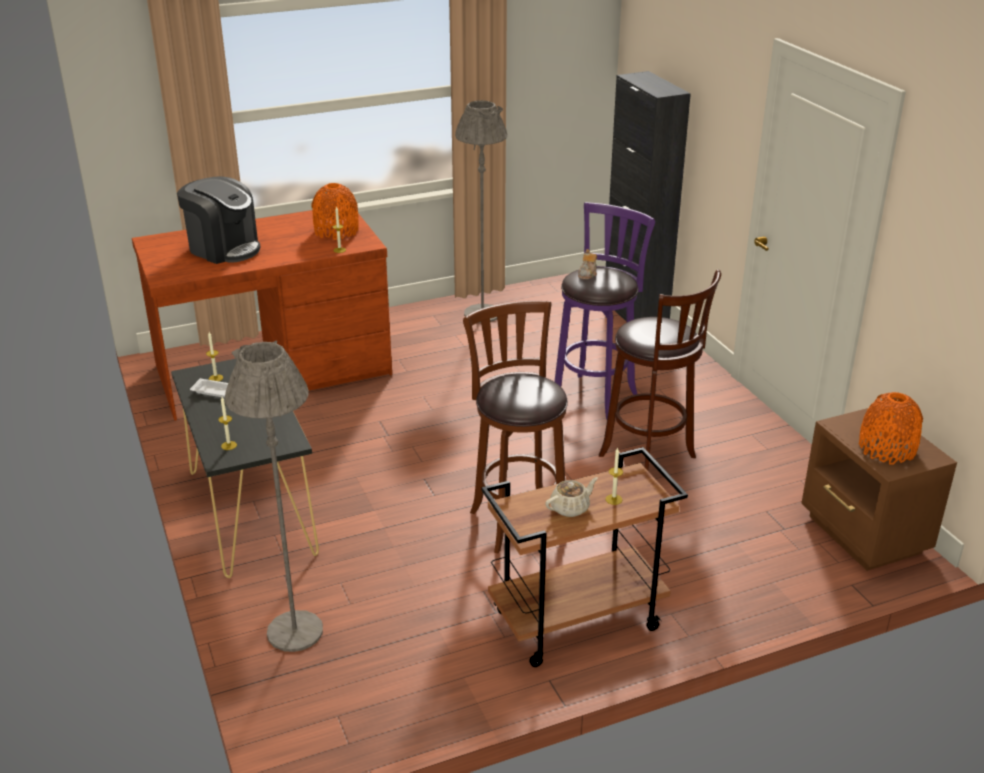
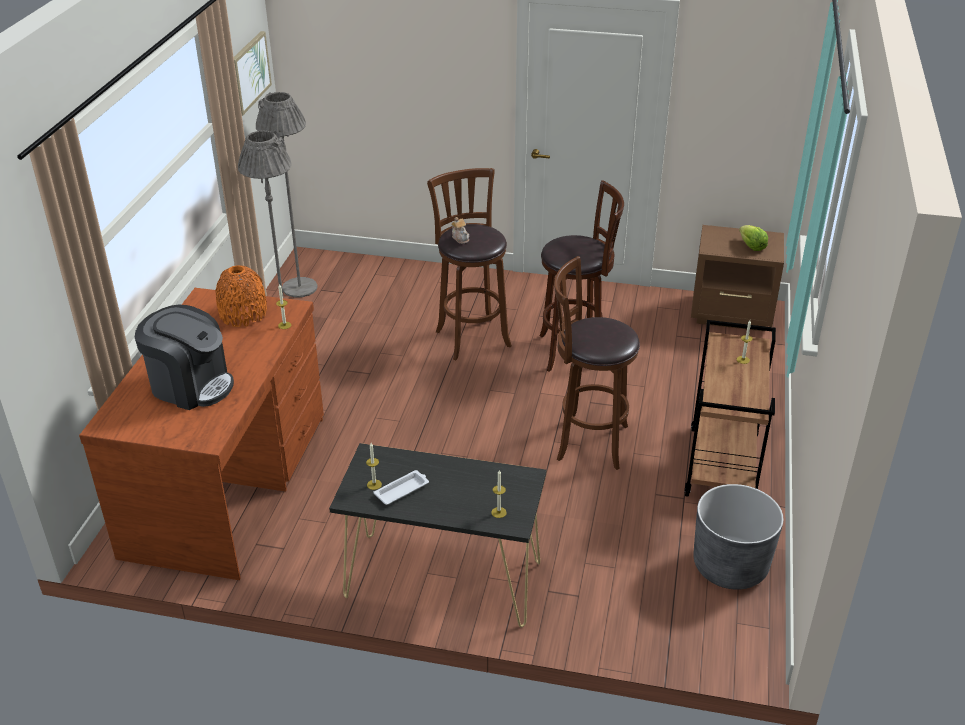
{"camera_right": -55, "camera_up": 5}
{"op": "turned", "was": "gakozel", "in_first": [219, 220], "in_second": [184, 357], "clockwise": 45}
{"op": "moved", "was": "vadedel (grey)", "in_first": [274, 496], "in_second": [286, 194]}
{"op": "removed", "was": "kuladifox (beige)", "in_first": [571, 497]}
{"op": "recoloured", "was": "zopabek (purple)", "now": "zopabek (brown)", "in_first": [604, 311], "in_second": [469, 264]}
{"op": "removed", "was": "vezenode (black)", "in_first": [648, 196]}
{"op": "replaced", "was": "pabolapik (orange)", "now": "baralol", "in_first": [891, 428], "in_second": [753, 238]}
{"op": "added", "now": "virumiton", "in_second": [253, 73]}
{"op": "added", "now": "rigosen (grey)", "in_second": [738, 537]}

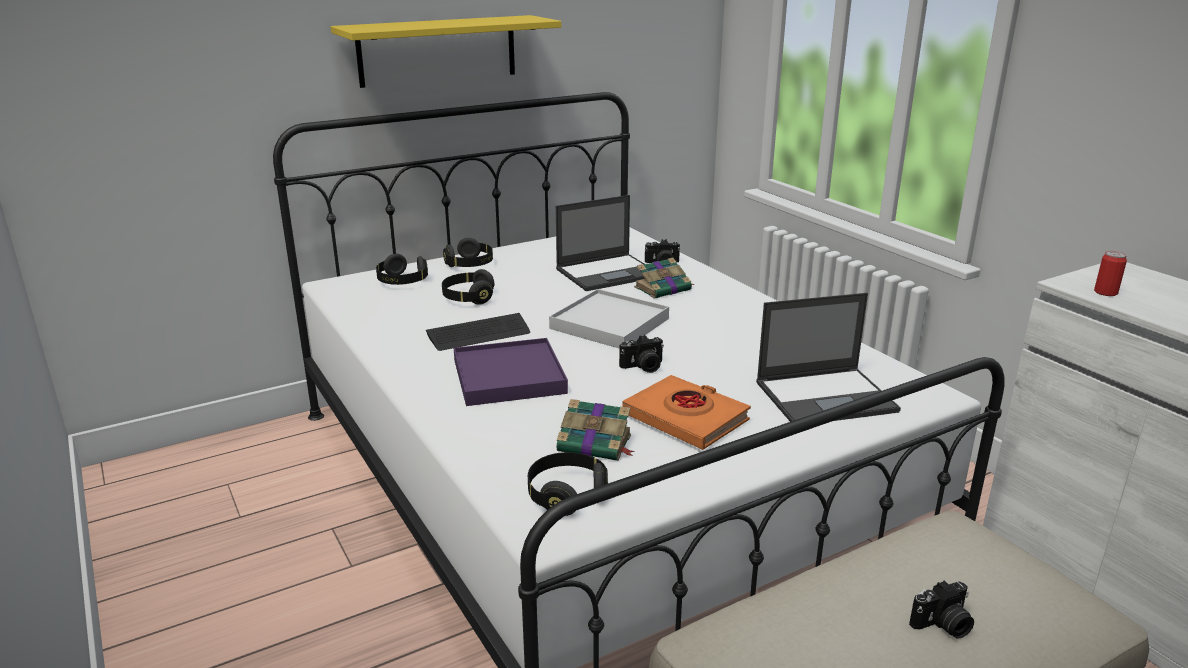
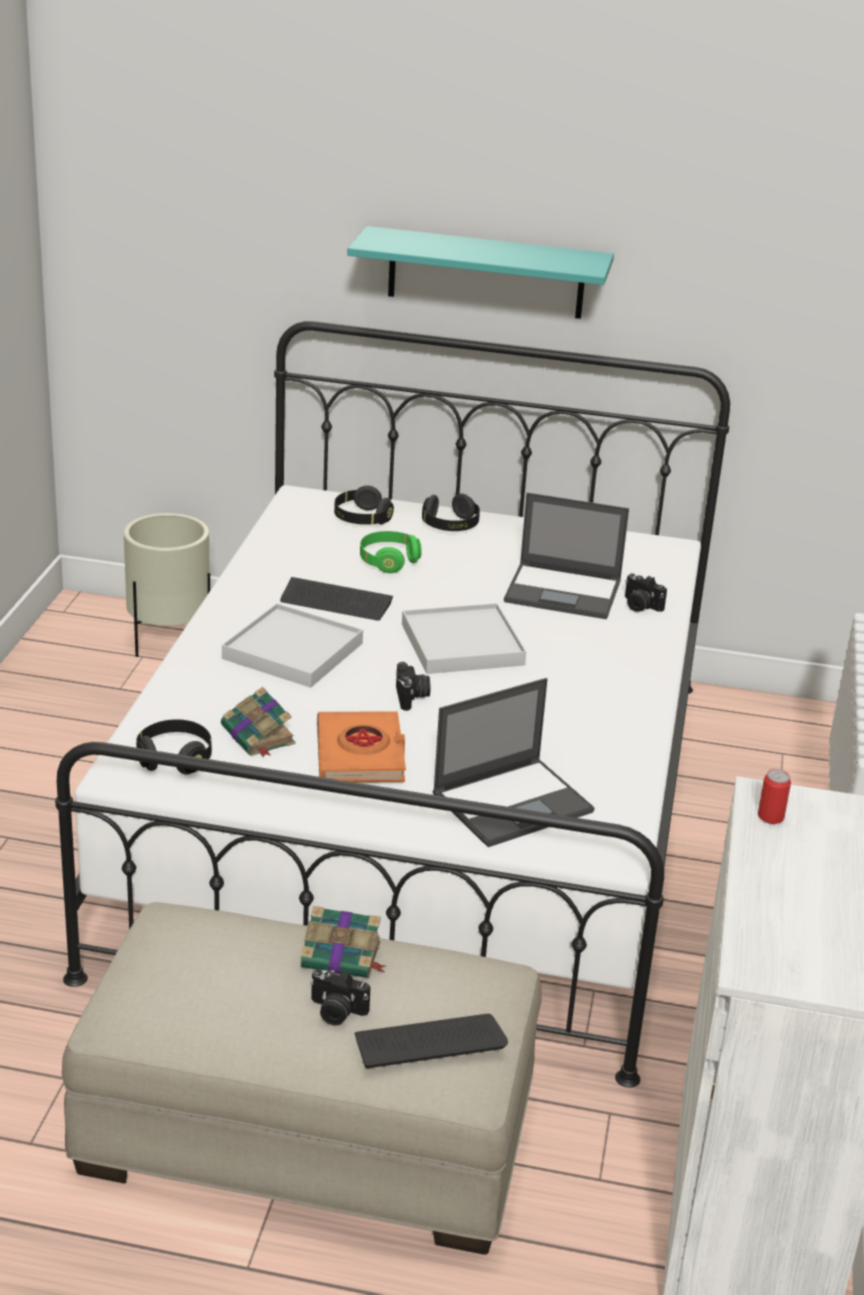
{"camera_right": 40, "camera_up": 5}
{"op": "recoloured", "was": "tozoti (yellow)", "now": "tozoti (turquoise)", "in_first": [446, 51], "in_second": [480, 272]}
{"op": "recoloured", "was": "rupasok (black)", "now": "rupasok (green)", "in_first": [468, 287], "in_second": [391, 552]}
{"op": "recoloured", "was": "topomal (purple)", "now": "topomal (white)", "in_first": [511, 372], "in_second": [292, 645]}
{"op": "turned", "was": "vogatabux", "in_first": [641, 354], "in_second": [413, 686], "clockwise": -120}
{"op": "moved", "was": "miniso", "in_first": [664, 278], "in_second": [343, 942]}
{"op": "turned", "was": "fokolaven", "in_first": [828, 357], "in_second": [514, 762], "clockwise": -60}
{"op": "added", "now": "rigosen (beige)", "in_second": [167, 585]}
{"op": "added", "now": "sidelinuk", "in_second": [431, 1041]}

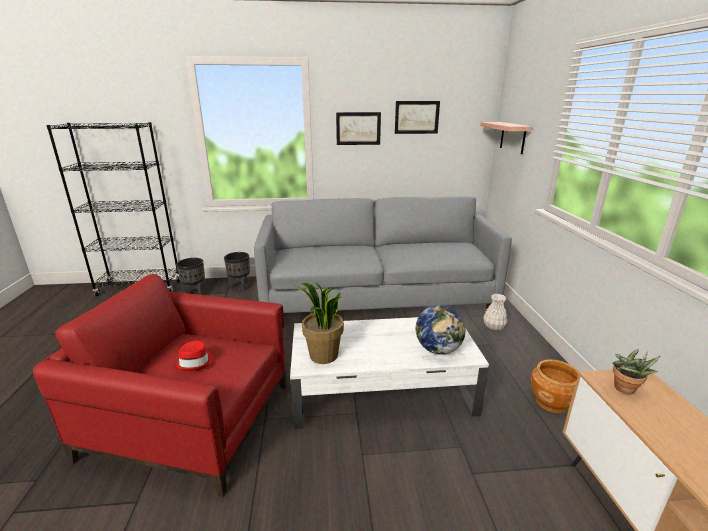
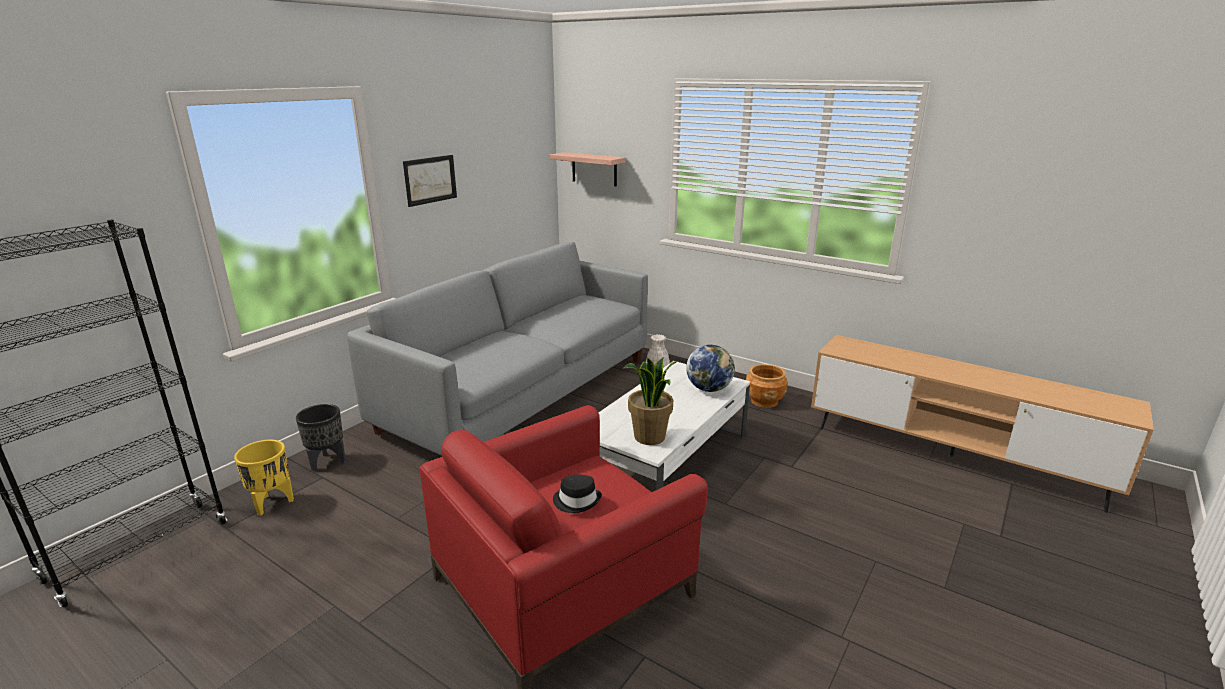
{"camera_right": -50, "camera_up": 0}
{"op": "recoloured", "was": "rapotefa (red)", "now": "rapotefa (black)", "in_first": [194, 356], "in_second": [577, 494]}
{"op": "recoloured", "was": "rigosen (black)", "now": "rigosen (yellow)", "in_first": [190, 276], "in_second": [264, 478]}
{"op": "removed", "was": "virumiton", "in_first": [417, 117]}
{"op": "removed", "was": "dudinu", "in_first": [636, 371]}

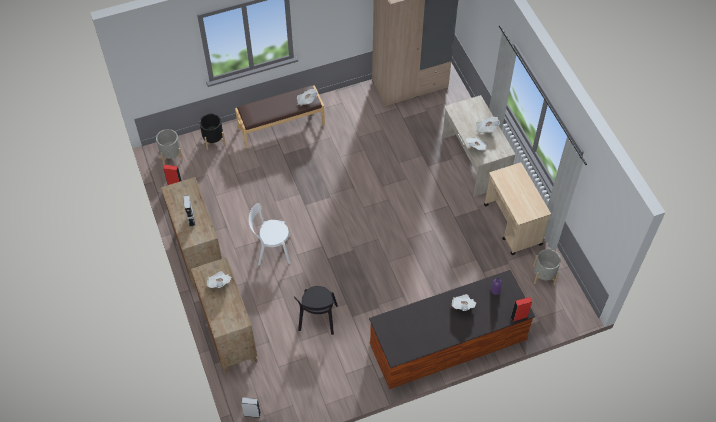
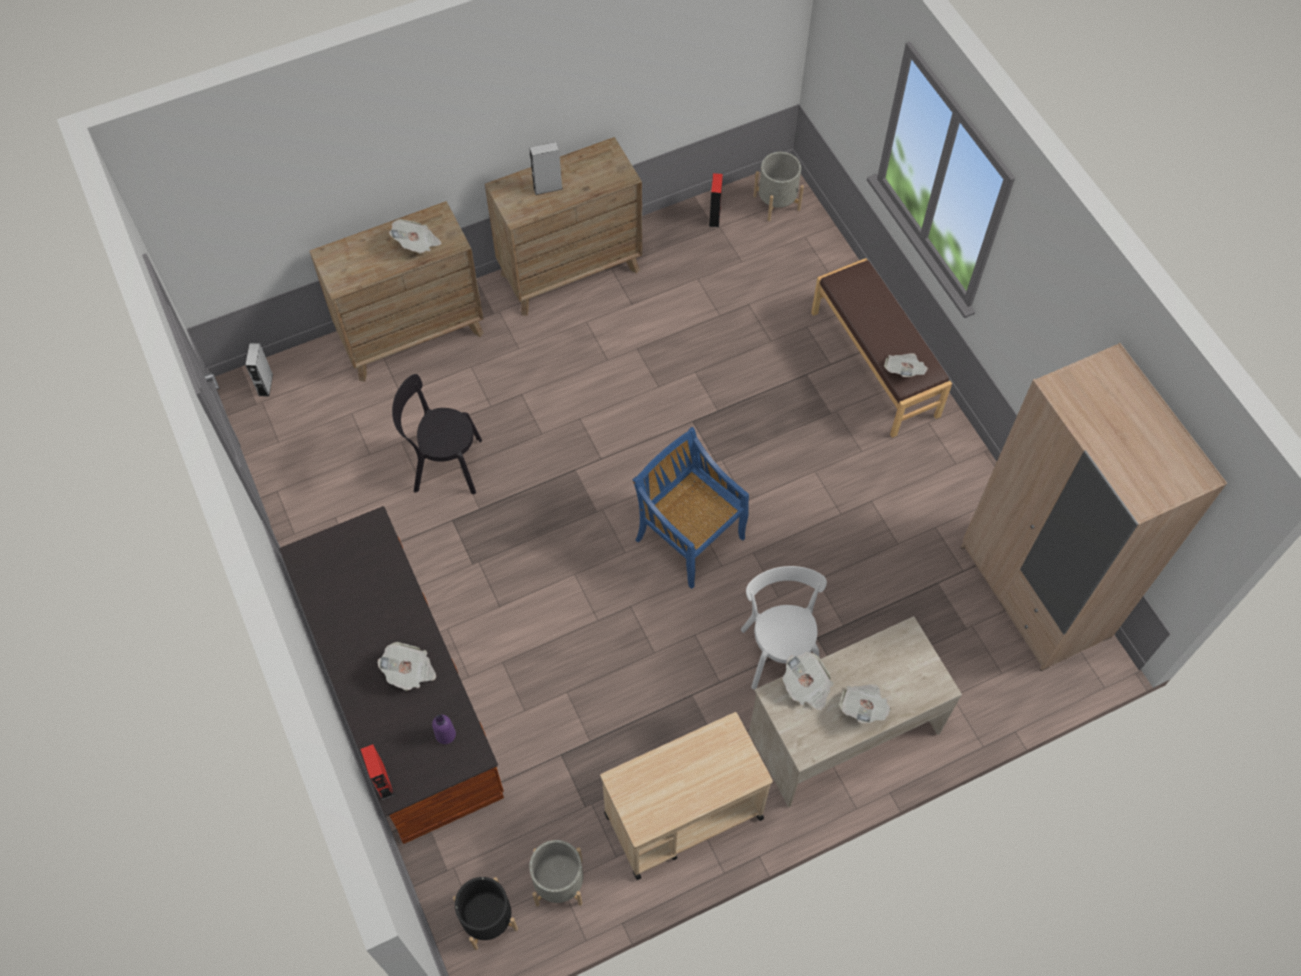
{"camera_right": 85, "camera_up": 5}
{"op": "moved", "was": "rigosen (black)", "in_first": [212, 132], "in_second": [485, 913]}
{"op": "moved", "was": "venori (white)", "in_first": [270, 234], "in_second": [784, 627]}
{"op": "added", "now": "venori (blue)", "in_second": [691, 508]}

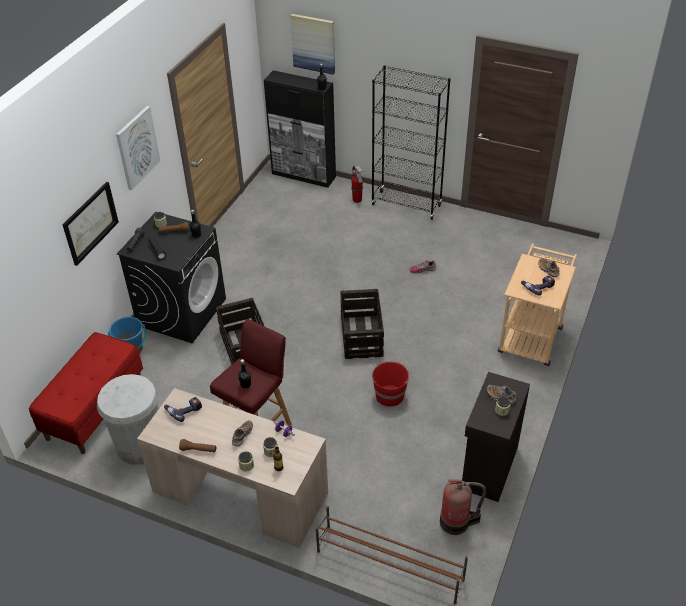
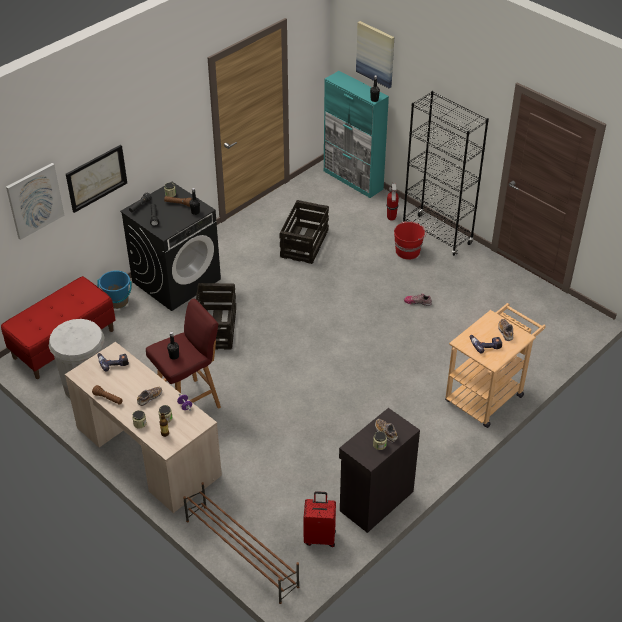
{"camera_right": 20, "camera_up": 0}
{"op": "moved", "was": "virumiton", "in_first": [138, 148], "in_second": [35, 201]}
{"op": "recoloured", "was": "vezenode (black)", "now": "vezenode (turquoise)", "in_first": [300, 129], "in_second": [356, 134]}
{"op": "moved", "was": "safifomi", "in_first": [362, 324], "in_second": [304, 232]}
{"op": "moved", "was": "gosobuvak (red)", "in_first": [391, 384], "in_second": [410, 240]}
{"op": "replaced", "was": "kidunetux", "now": "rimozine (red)", "in_first": [463, 507], "in_second": [319, 519]}

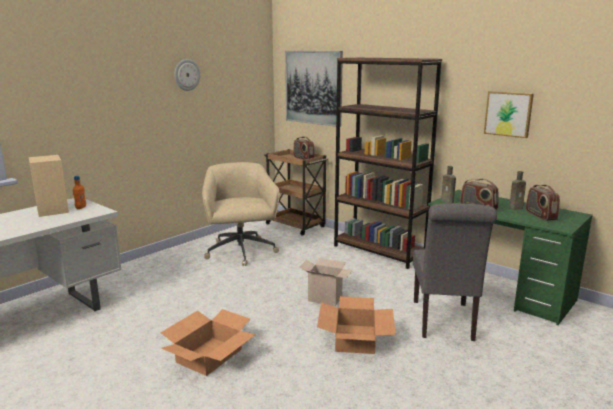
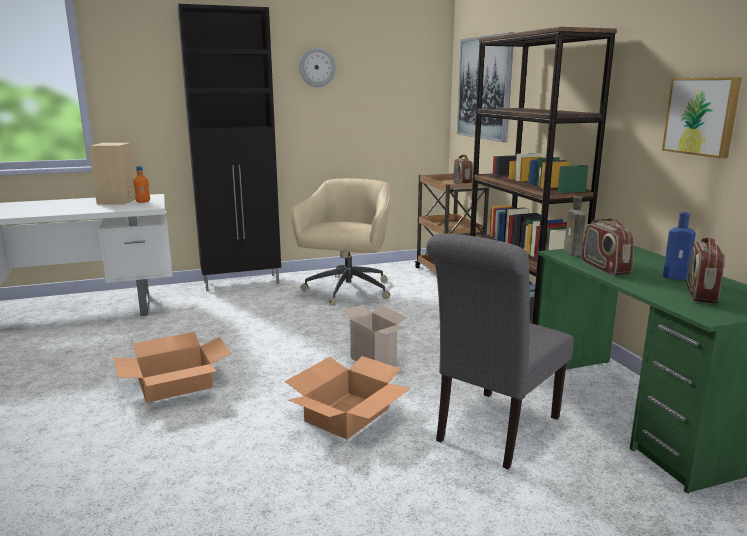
{"camera_right": 30, "camera_up": 0}
{"op": "recoloured", "was": "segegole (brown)", "now": "segegole (blue)", "in_first": [517, 190], "in_second": [679, 246]}
{"op": "added", "now": "vezenode (black)", "in_second": [229, 147]}

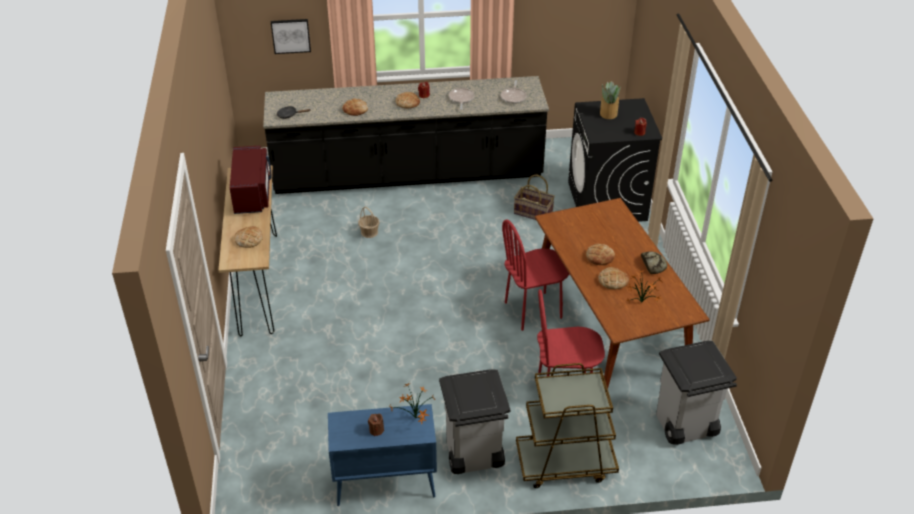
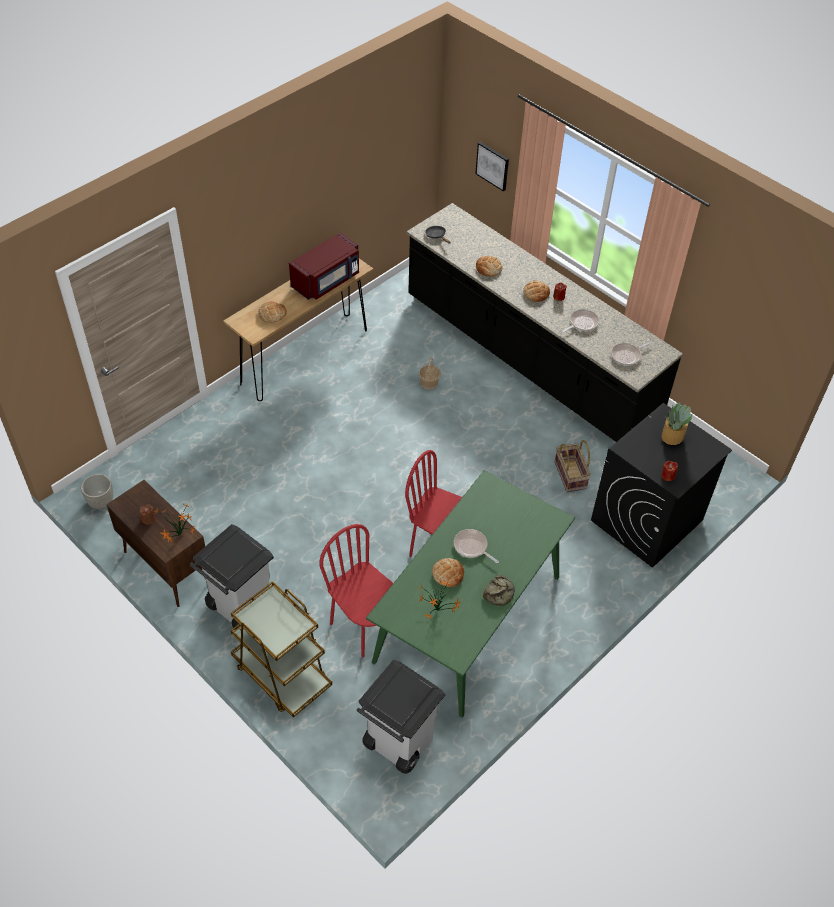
{"camera_right": 50, "camera_up": 10}
{"op": "recoloured", "was": "vezenode (blue)", "now": "vezenode (brown)", "in_first": [382, 455], "in_second": [156, 543]}
{"op": "recoloured", "was": "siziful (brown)", "now": "siziful (green)", "in_first": [622, 293], "in_second": [470, 594]}
{"op": "replaced", "was": "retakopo", "now": "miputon", "in_first": [600, 254], "in_second": [476, 546]}
{"op": "added", "now": "rigosen (grey)", "in_second": [97, 491]}

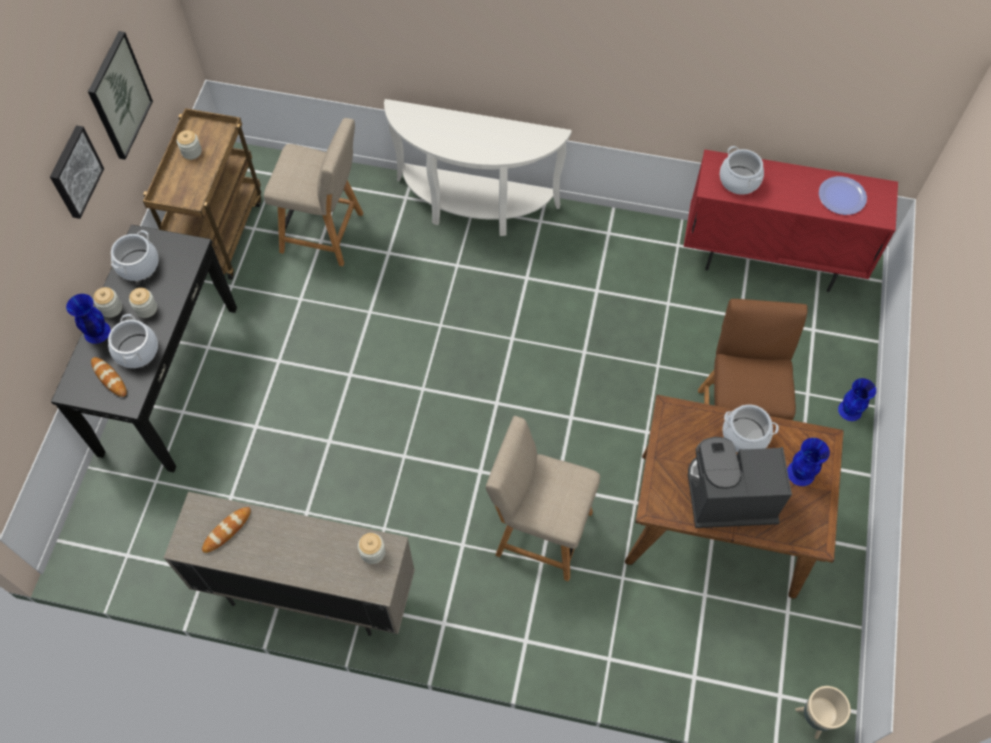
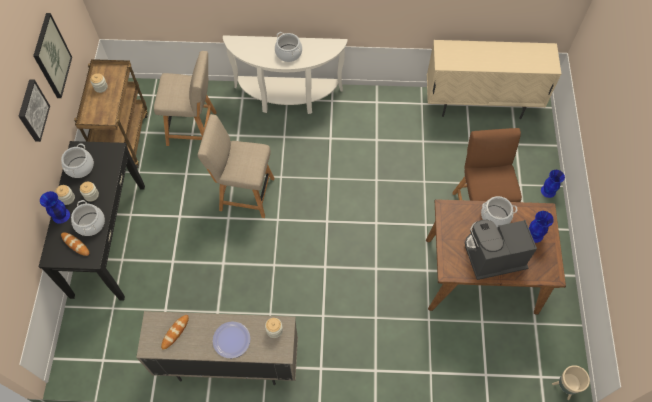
{"camera_right": -10, "camera_up": 0}
{"op": "moved", "was": "venori (beige)", "in_first": [543, 498], "in_second": [236, 166]}
{"op": "recoloured", "was": "vezenode (red)", "now": "vezenode (beige)", "in_first": [791, 220], "in_second": [494, 79]}
{"op": "moved", "was": "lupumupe", "in_first": [742, 170], "in_second": [288, 47]}
{"op": "moved", "was": "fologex", "in_first": [843, 195], "in_second": [231, 340]}

